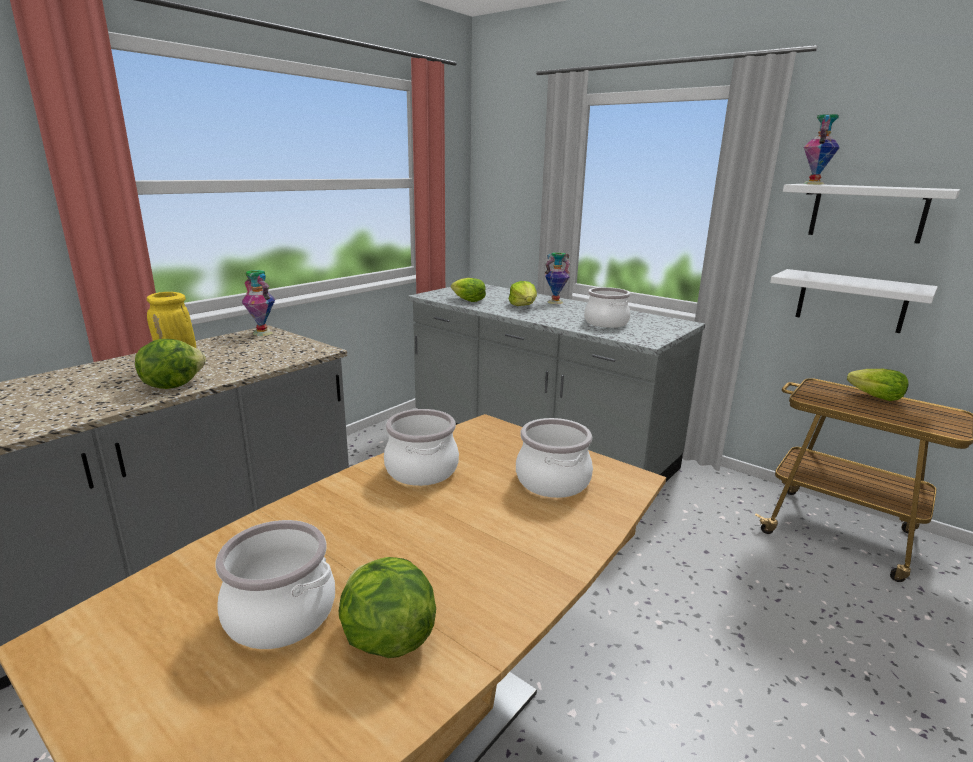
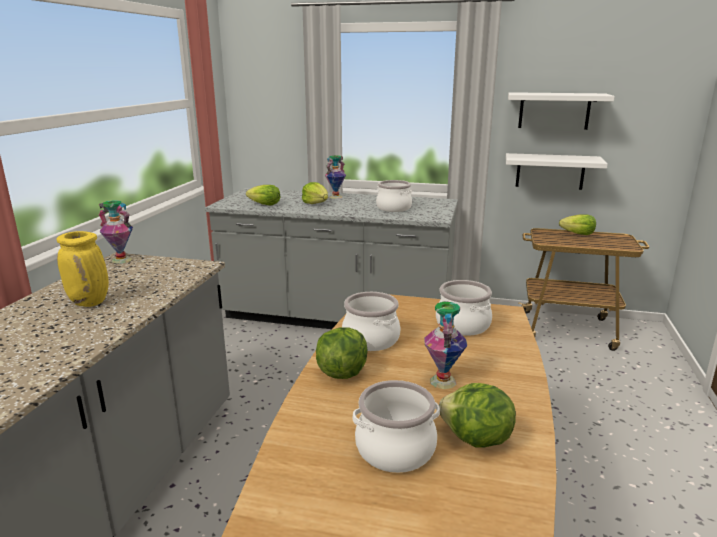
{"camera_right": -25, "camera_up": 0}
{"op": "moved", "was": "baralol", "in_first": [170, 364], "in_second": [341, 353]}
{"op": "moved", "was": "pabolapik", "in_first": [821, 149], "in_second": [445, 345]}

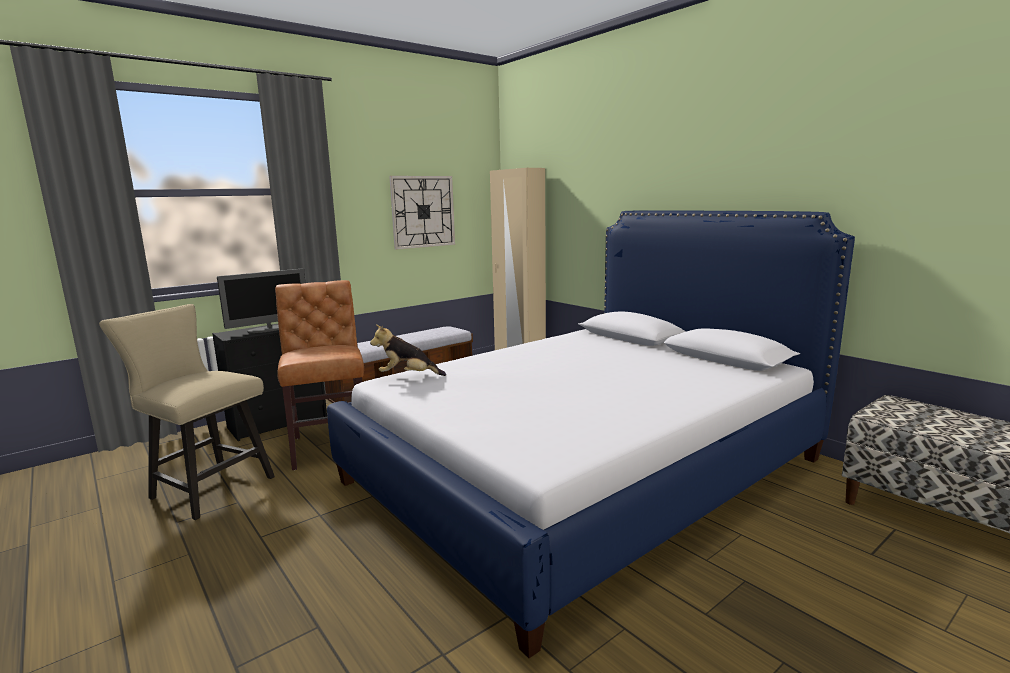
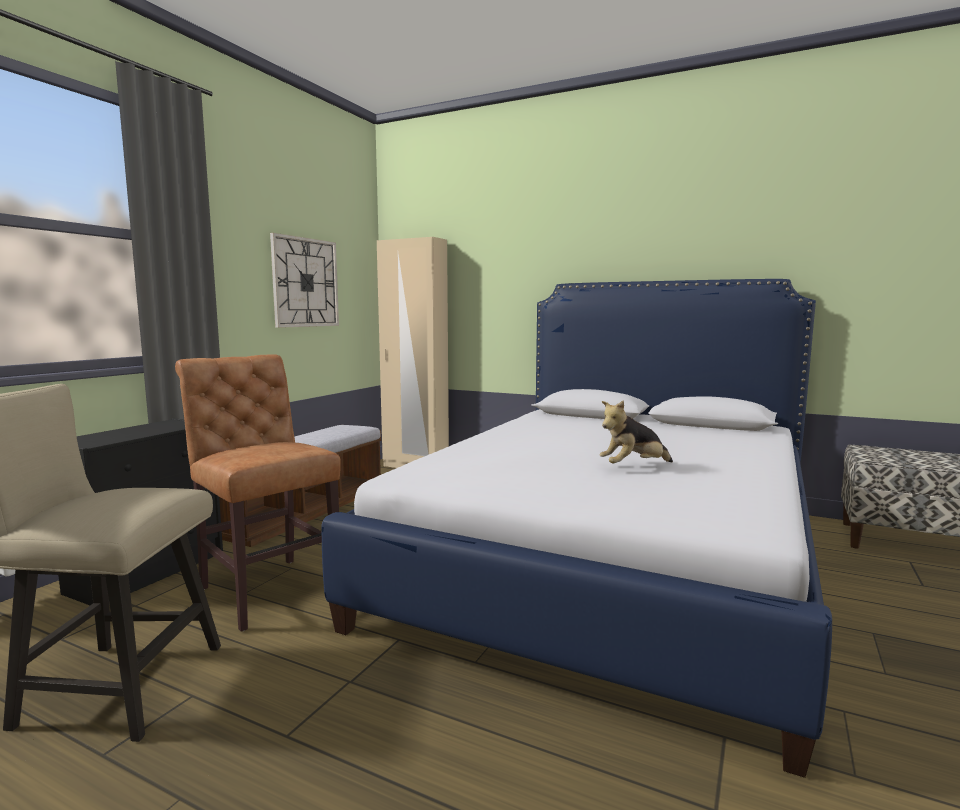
{"camera_right": -25, "camera_up": -5}
{"op": "removed", "was": "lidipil", "in_first": [261, 301]}
{"op": "moved", "was": "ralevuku", "in_first": [408, 350], "in_second": [636, 431]}

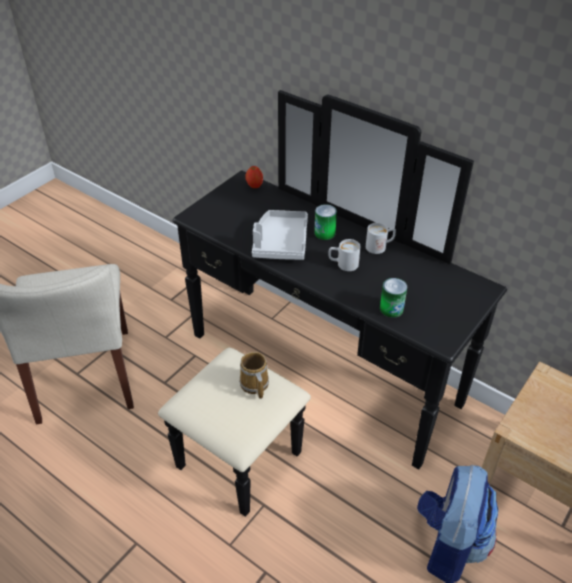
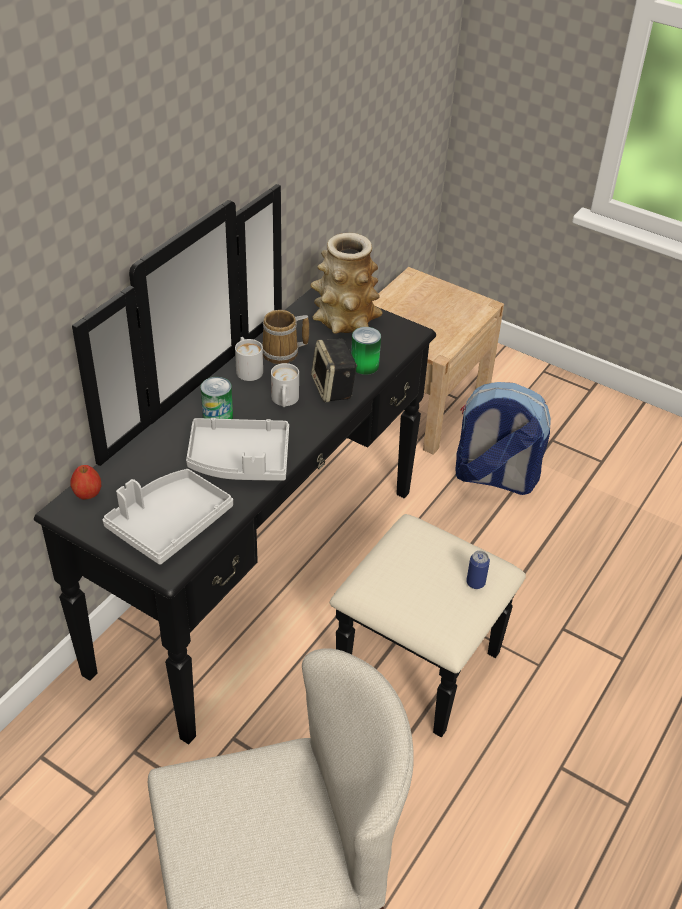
{"camera_right": -95, "camera_up": 0}
{"op": "moved", "was": "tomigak", "in_first": [254, 375], "in_second": [285, 337]}
{"op": "added", "now": "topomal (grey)", "in_second": [168, 517]}
{"op": "added", "now": "pabolapik", "in_second": [346, 283]}
{"op": "added", "now": "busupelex", "in_second": [334, 370]}
{"op": "added", "now": "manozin", "in_second": [478, 570]}

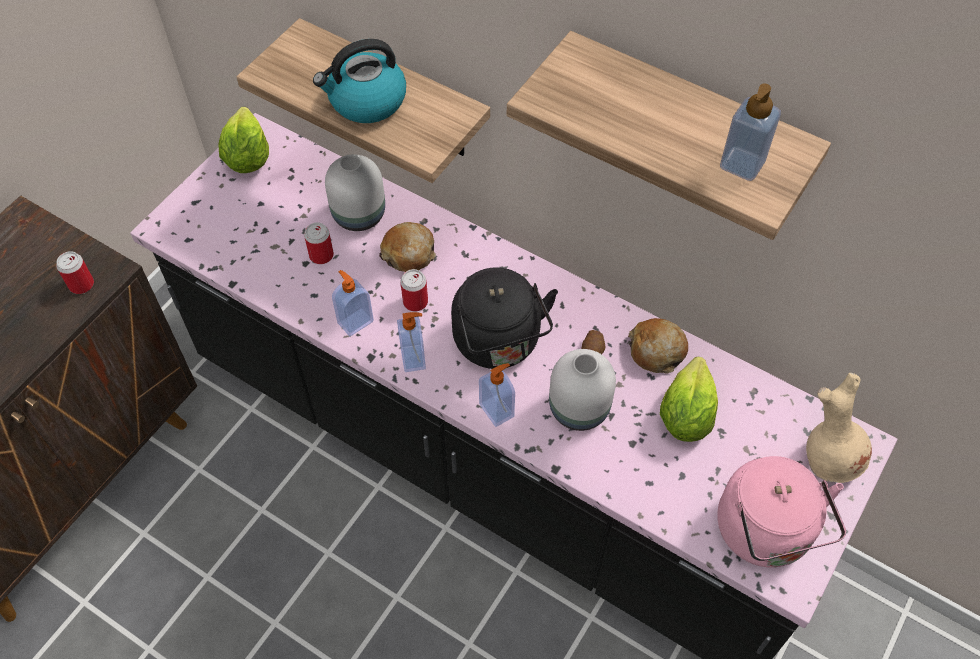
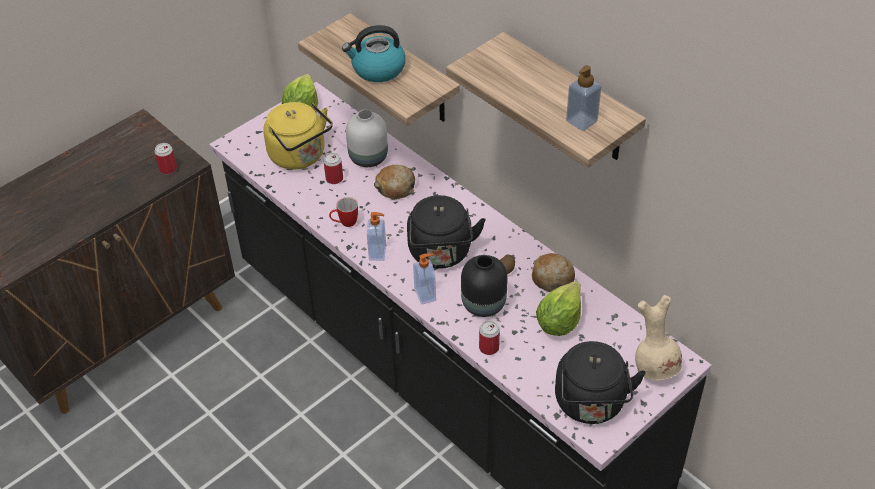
{"camera_right": 15, "camera_up": -10}
{"op": "replaced", "was": "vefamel", "now": "tomigak", "in_first": [353, 303], "in_second": [343, 212]}
{"op": "moved", "was": "manozin", "in_first": [414, 290], "in_second": [489, 338]}
{"op": "recoloured", "was": "pabolapik (white)", "now": "pabolapik (black)", "in_first": [582, 390], "in_second": [484, 286]}
{"op": "recoloured", "was": "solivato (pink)", "now": "solivato (black)", "in_first": [781, 511], "in_second": [600, 382]}
{"op": "added", "now": "solivato (yellow)", "in_second": [298, 135]}

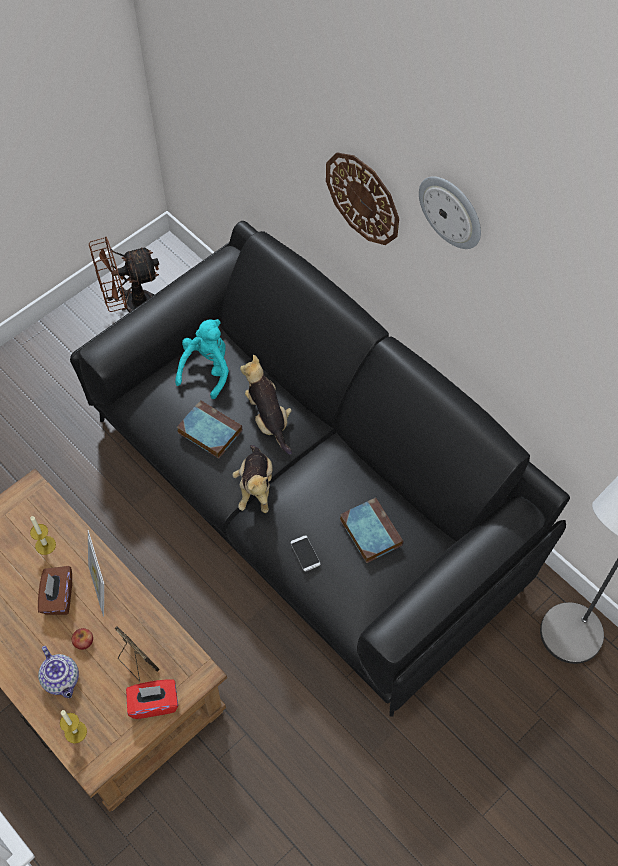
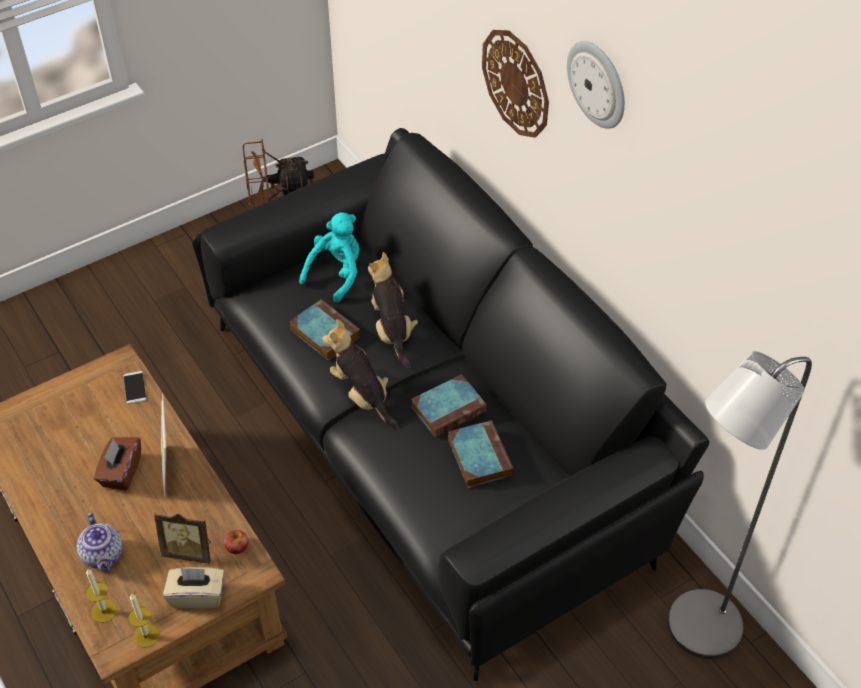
{"camera_right": 10, "camera_up": -10}
{"op": "moved", "was": "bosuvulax", "in_first": [43, 535], "in_second": [143, 621]}
{"op": "moved", "was": "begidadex", "in_first": [82, 639], "in_second": [236, 542]}
{"op": "turned", "was": "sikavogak", "in_first": [137, 654], "in_second": [182, 538], "clockwise": 135}
{"op": "recoloured", "was": "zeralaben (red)", "now": "zeralaben (beige)", "in_first": [152, 699], "in_second": [193, 587]}
{"op": "turned", "was": "ralevuku", "in_first": [252, 479], "in_second": [360, 374], "clockwise": 135}
{"op": "moved", "was": "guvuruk", "in_first": [305, 553], "in_second": [135, 387]}
{"op": "added", "now": "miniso", "in_second": [449, 405]}

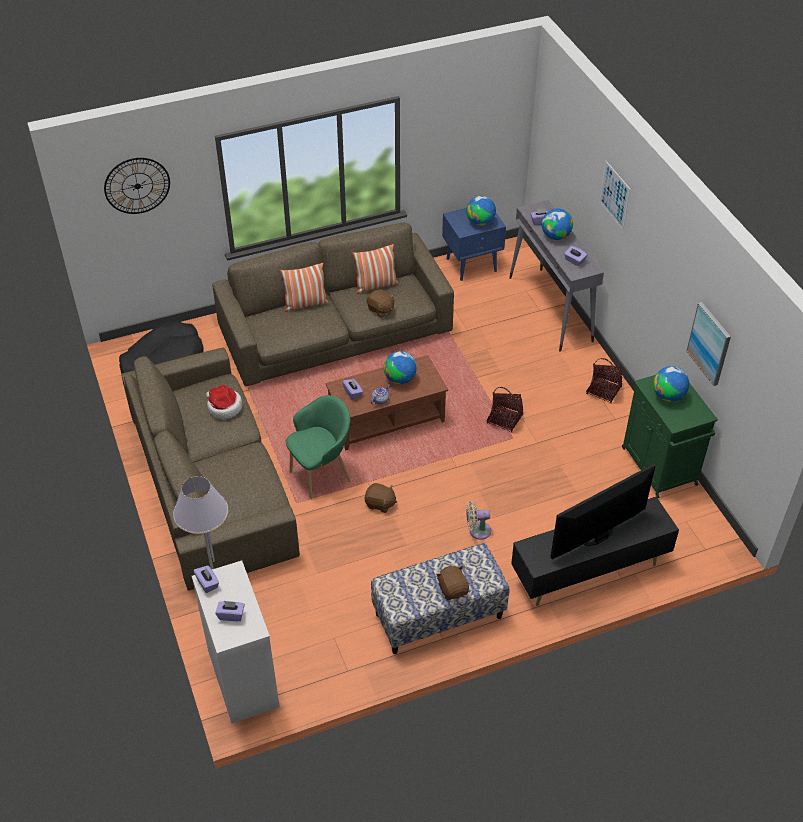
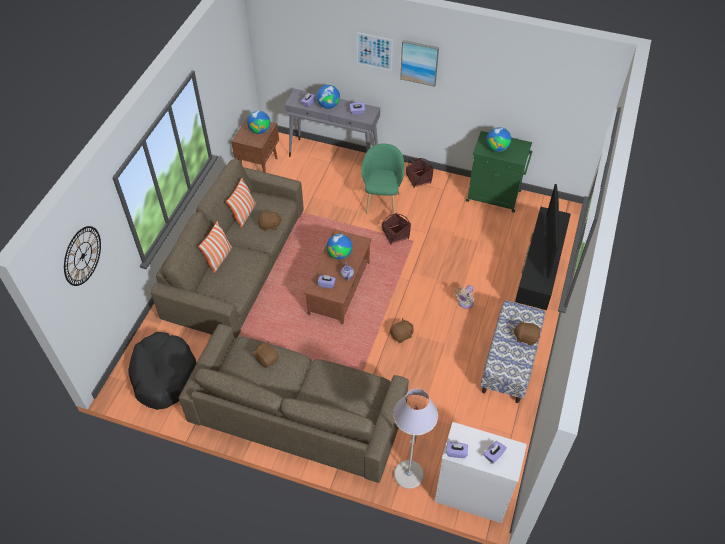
{"camera_right": -50, "camera_up": 5}
{"op": "replaced", "was": "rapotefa", "now": "ralevuku (brown)", "in_first": [224, 402], "in_second": [266, 354]}
{"op": "moved", "was": "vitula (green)", "in_first": [318, 447], "in_second": [383, 178]}
{"op": "recoloured", "was": "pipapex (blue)", "now": "pipapex (brown)", "in_first": [474, 244], "in_second": [255, 144]}
{"op": "moved", "was": "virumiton", "in_first": [708, 344], "in_second": [419, 63]}

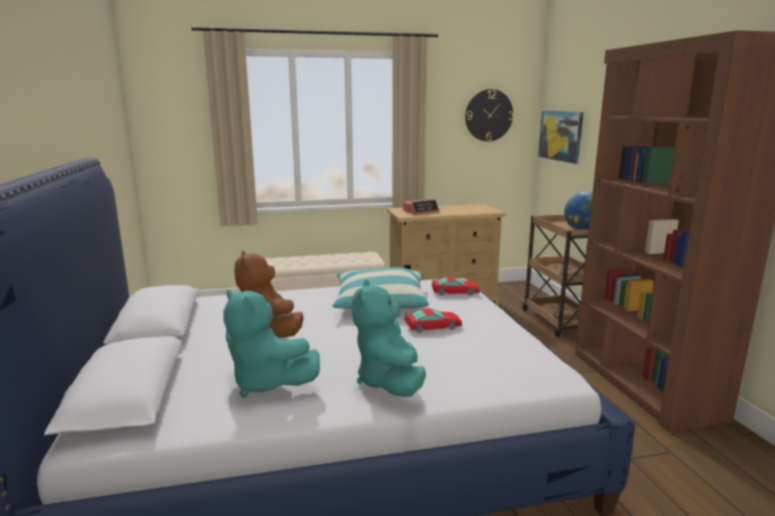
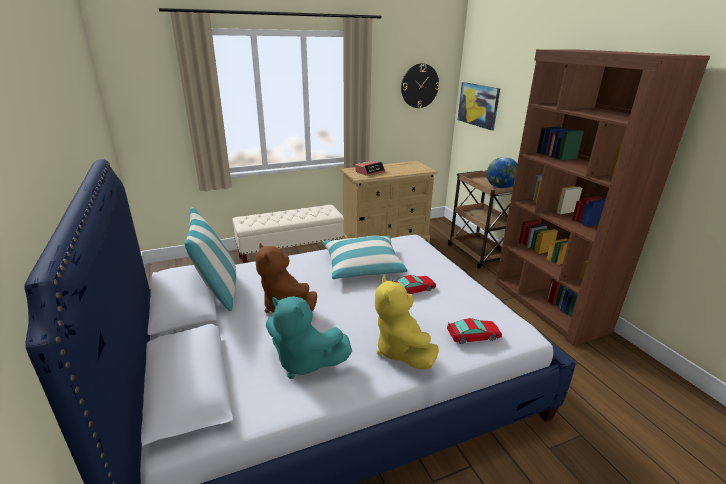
{"camera_right": -10, "camera_up": 10}
{"op": "recoloured", "was": "ralevuku (turquoise)", "now": "ralevuku (yellow)", "in_first": [389, 338], "in_second": [407, 323]}
{"op": "moved", "was": "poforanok", "in_first": [456, 286], "in_second": [474, 331]}
{"op": "added", "now": "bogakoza", "in_second": [210, 259]}

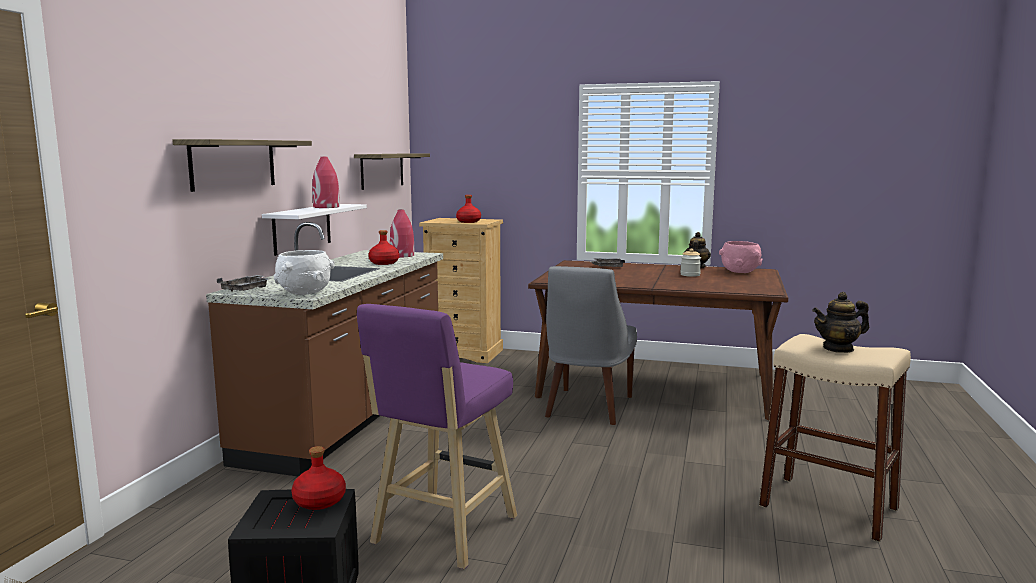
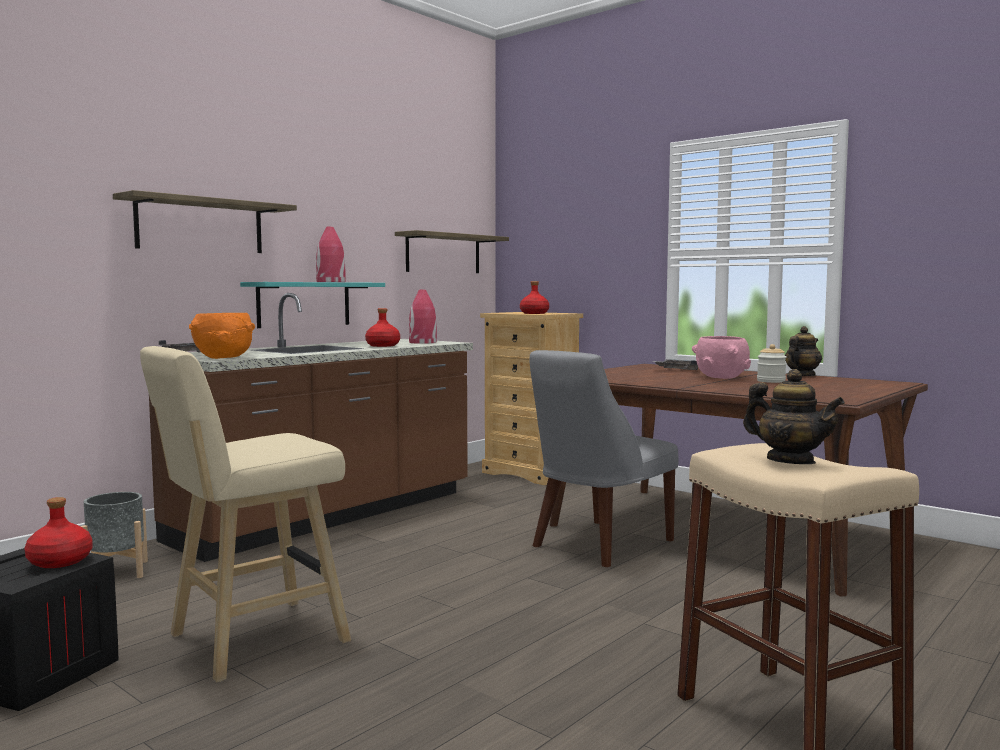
{"camera_right": 25, "camera_up": -5}
{"op": "recoloured", "was": "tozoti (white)", "now": "tozoti (turquoise)", "in_first": [314, 230], "in_second": [312, 305]}
{"op": "recoloured", "was": "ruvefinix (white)", "now": "ruvefinix (orange)", "in_first": [304, 272], "in_second": [222, 336]}
{"op": "recoloured", "was": "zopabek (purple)", "now": "zopabek (beige)", "in_first": [437, 436], "in_second": [245, 514]}
{"op": "moved", "was": "ruvefinix (pink)", "in_first": [740, 257], "in_second": [721, 357]}
{"op": "turned", "was": "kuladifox", "in_first": [840, 322], "in_second": [794, 416], "clockwise": -150}
{"op": "added", "now": "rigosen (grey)", "in_second": [114, 535]}

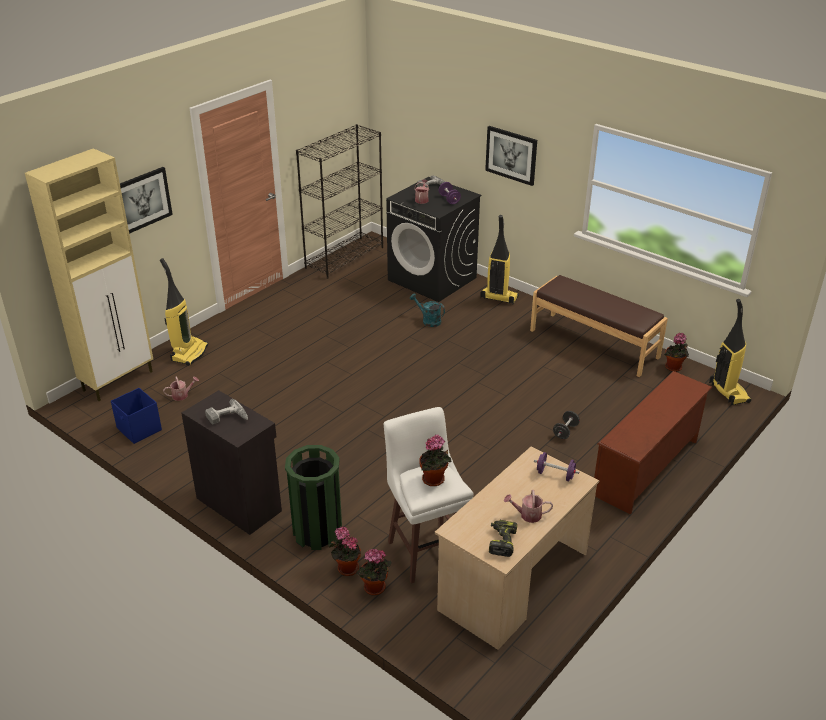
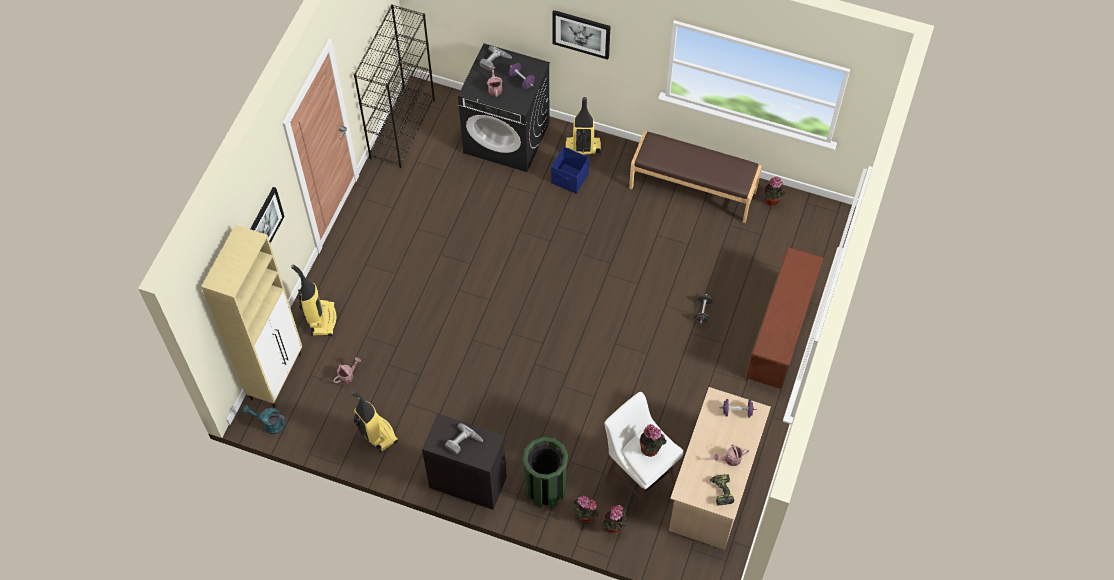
{"camera_right": -20, "camera_up": 25}
{"op": "moved", "was": "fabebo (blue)", "in_first": [136, 416], "in_second": [570, 170]}
{"op": "moved", "was": "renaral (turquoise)", "in_first": [427, 310], "in_second": [265, 419]}
{"op": "moved", "was": "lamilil", "in_first": [730, 352], "in_second": [374, 422]}

